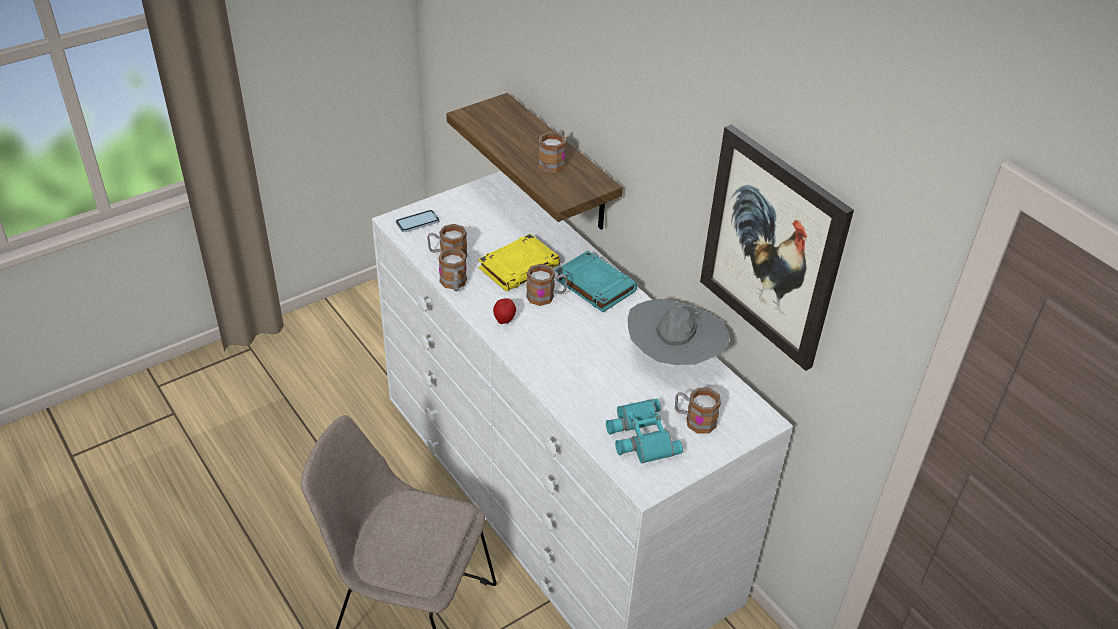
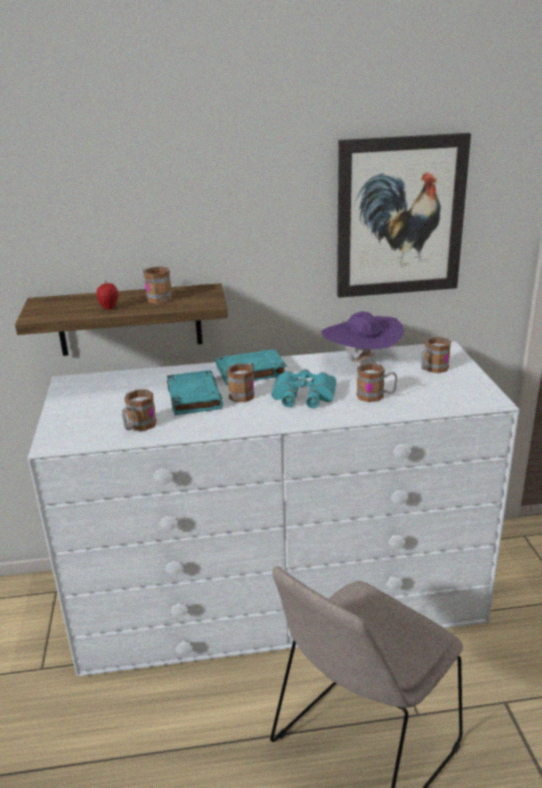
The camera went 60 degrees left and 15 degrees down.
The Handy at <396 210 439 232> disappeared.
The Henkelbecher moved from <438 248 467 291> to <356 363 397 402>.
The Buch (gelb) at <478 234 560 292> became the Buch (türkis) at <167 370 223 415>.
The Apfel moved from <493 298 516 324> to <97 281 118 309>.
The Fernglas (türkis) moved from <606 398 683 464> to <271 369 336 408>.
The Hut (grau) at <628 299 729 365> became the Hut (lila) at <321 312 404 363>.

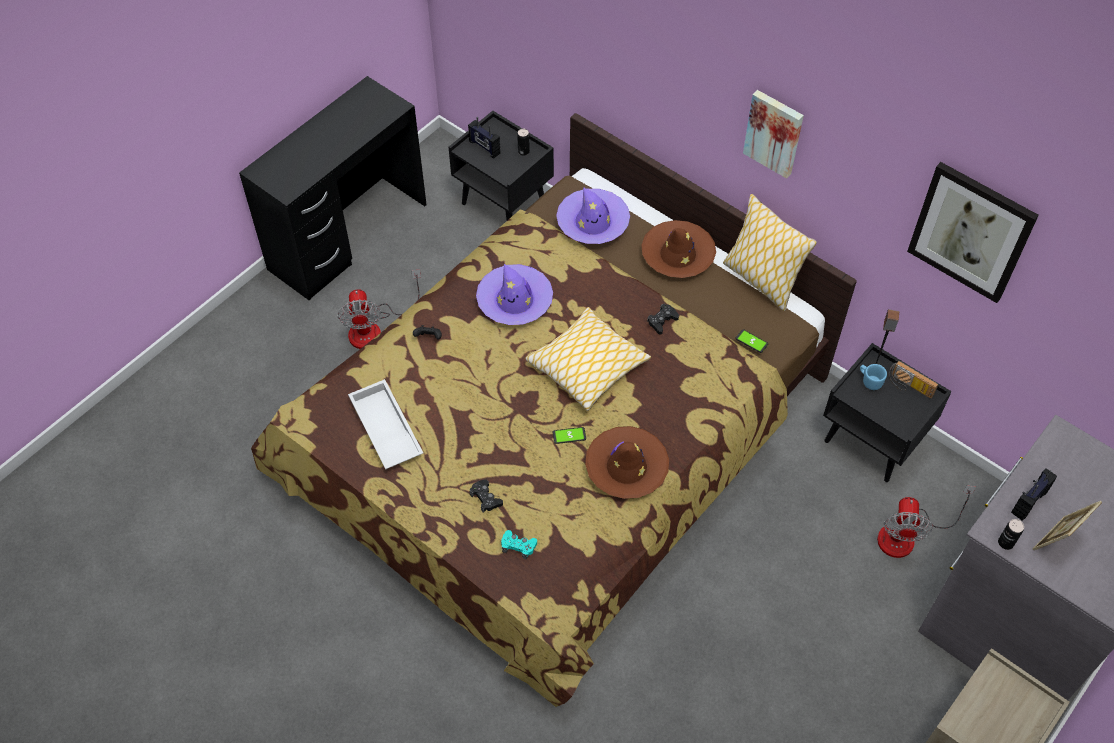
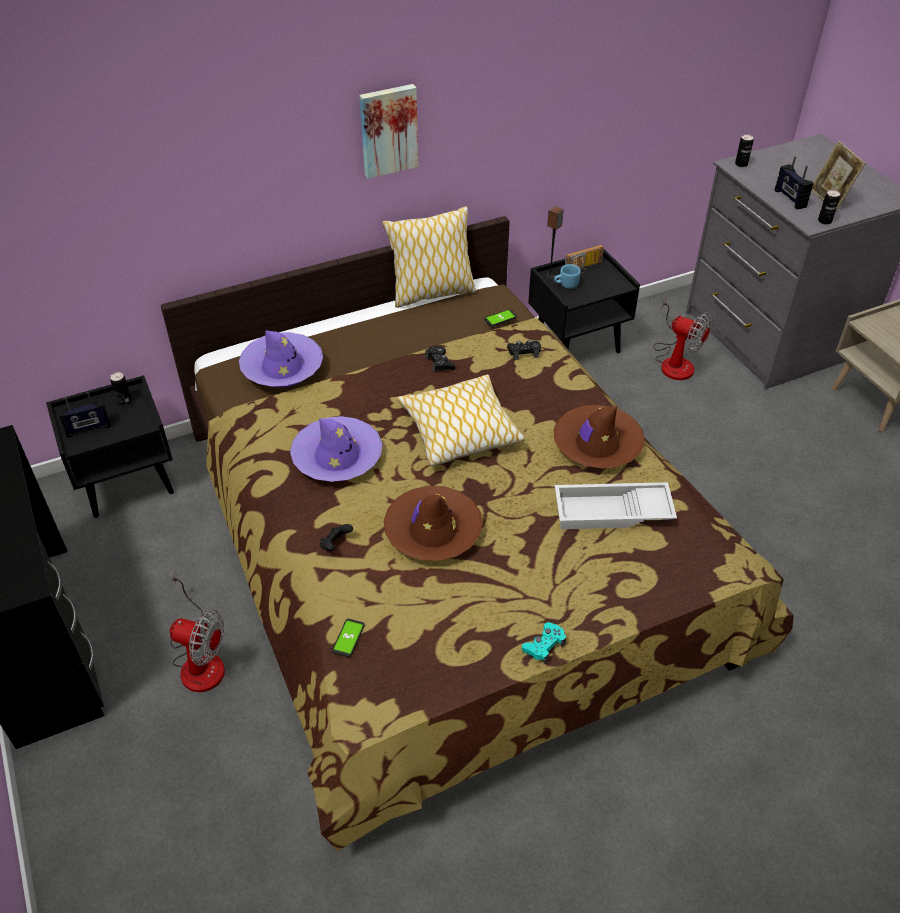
The camera went 65 degrees left and 10 degrees down.
The Tablett (weiß) moved from <348 379 423 470> to <555 482 677 529>.
The Gamepad (schwarz) moved from <470 480 503 513> to <507 340 541 360>.
The Gamepad (türkis) moved from <501 530 537 559> to <522 622 566 664>.
The Handy moved from <552 427 586 444> to <332 619 365 657>.
The Hut (braun) moved from <641 220 716 278> to <384 486 483 561>.
The Bild at <907 162 1039 303> disappeared.
The Dose at <735 134 754 167> appeared.

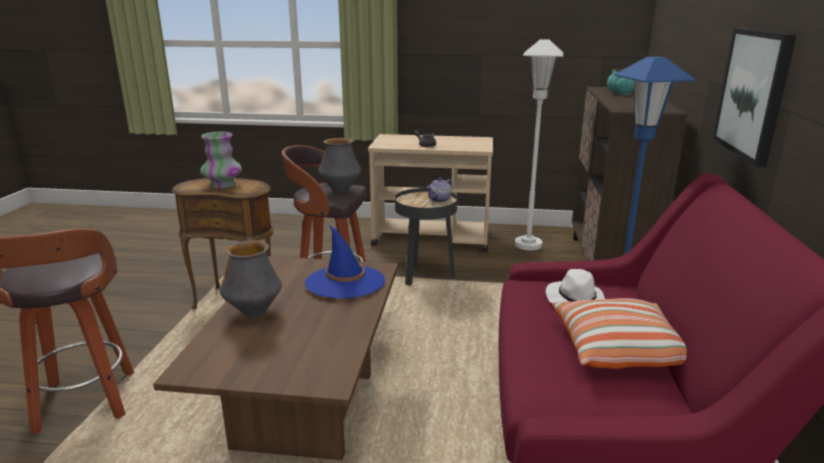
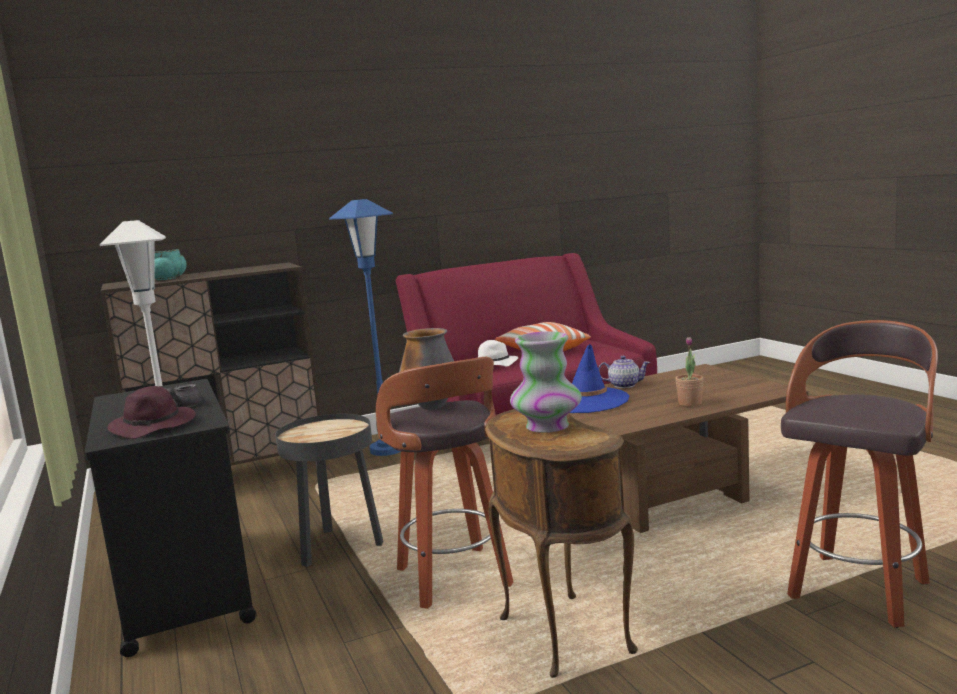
The camera went 120 degrees left and 10 degrees down.
The Vase at <220 240 282 317> was replaced by the Topfpflanze at <675 337 703 407>.
The Rollwagen (beige) at <368 134 493 252> became the Rollwagen (schwarz) at <85 379 257 657>.
The Teekanne moved from <426 178 453 202> to <598 356 650 388>.
The Bild at <713 28 797 167> disappeared.
The Hut (lila) at <108 386 196 439> appeared.

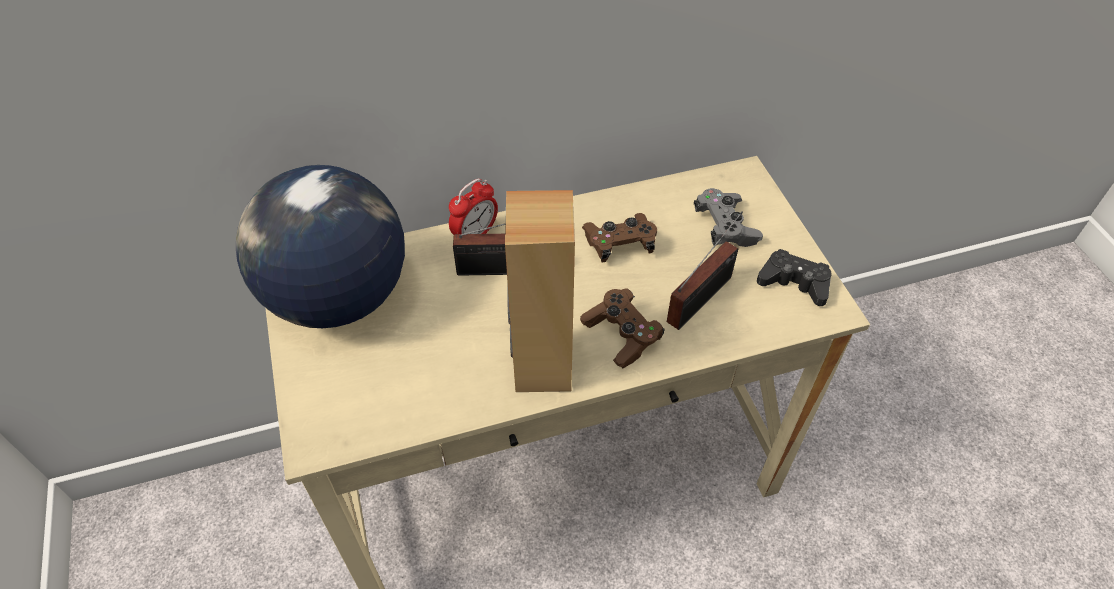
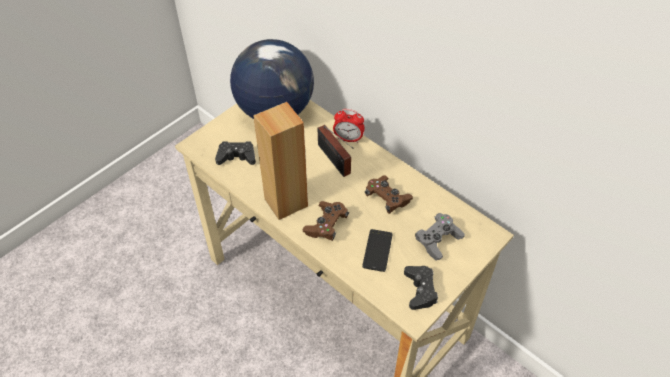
The camera went 60 degrees right and 0 degrees up.
The Radio at <667 211 743 330> was replaced by the Handy at <362 229 393 272>.
The Gamepad (schwarz) at <215 141 256 165> appeared.

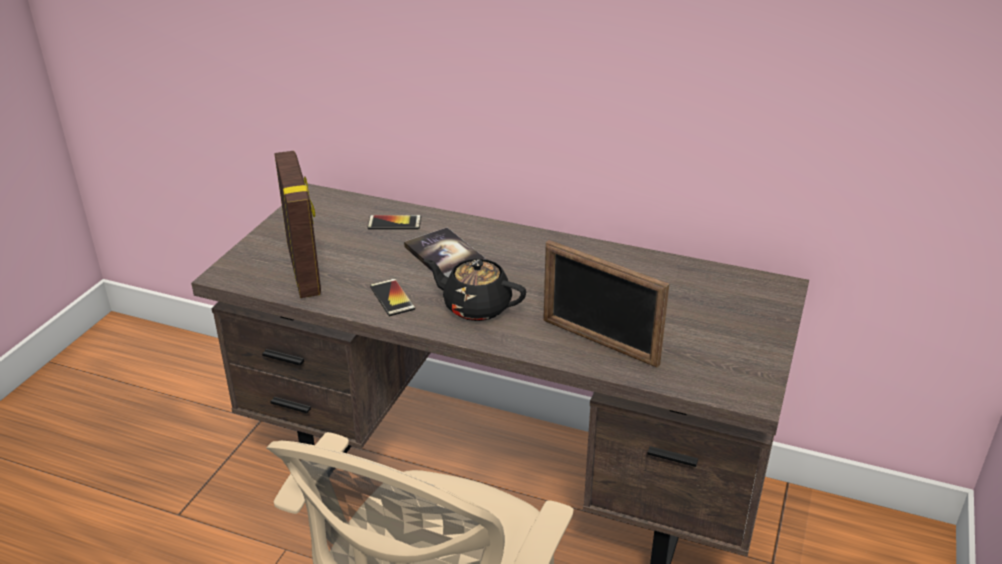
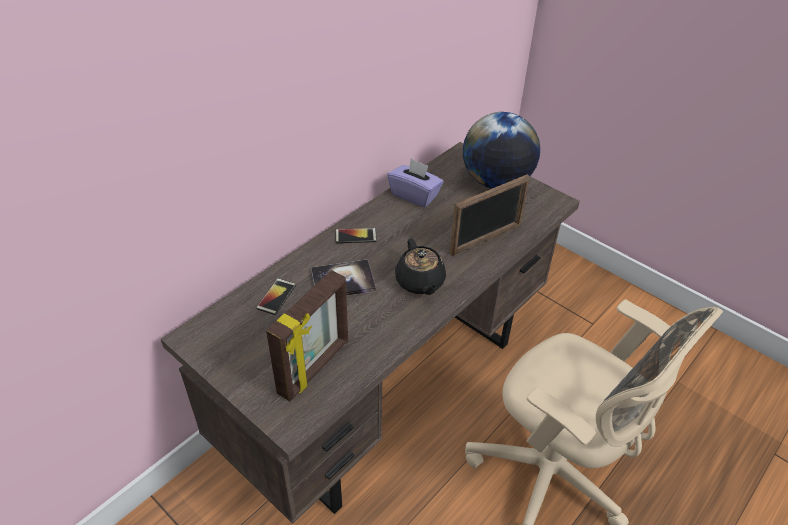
The camera went 70 degrees left and 10 degrees up.
The Bilderrahmen at <275 151 321 298> turned 120 degrees clockwise.
The Handy moved from <370 279 415 316> to <335 228 377 243>.
The Teekanne (schwarz) at <424 259 526 321> turned 60 degrees counterclockwise.
The Taschentuchbox (lila) at <388 159 443 207> appeared.
The Globus at <463 112 540 189> appeared.

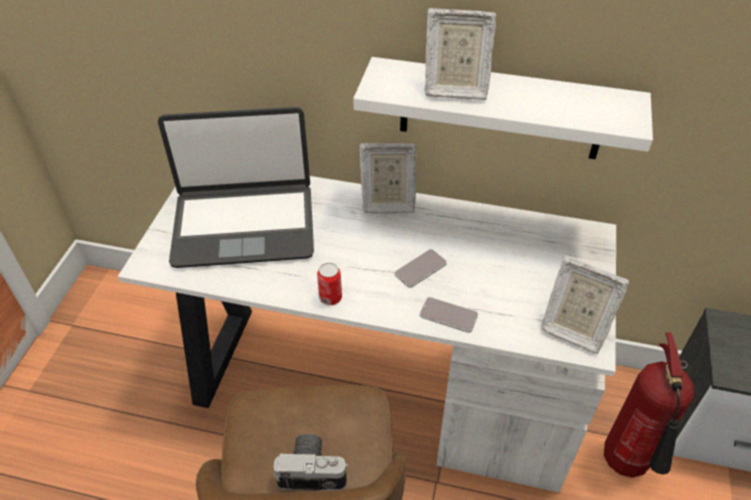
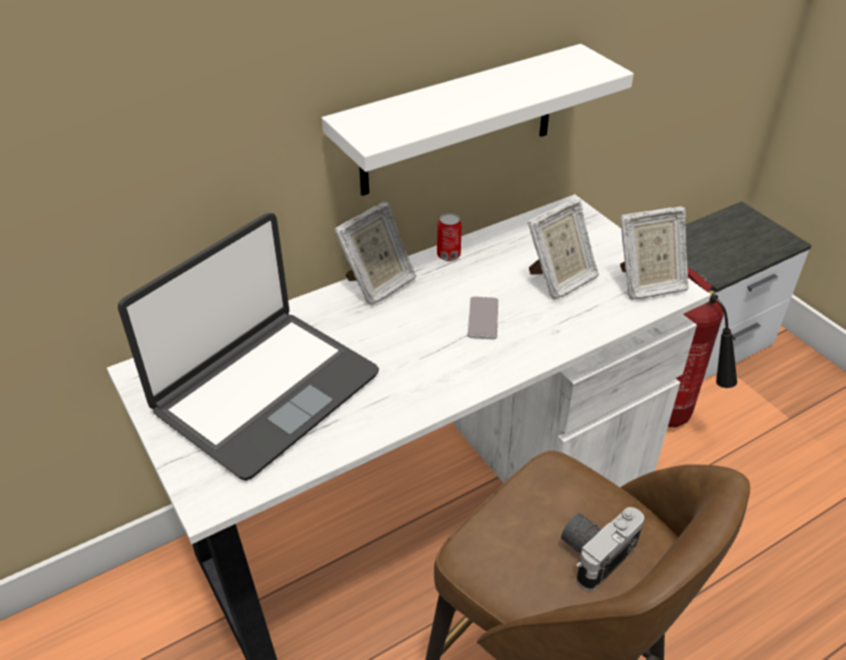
The camera went 45 degrees left and 5 degrees down.
The Dose moved from <317 262 342 305> to <437 213 462 261>.
The Handy at <420 297 478 333> disappeared.
The Bilderrahmen moved from <425 8 496 100> to <528 198 599 300>.

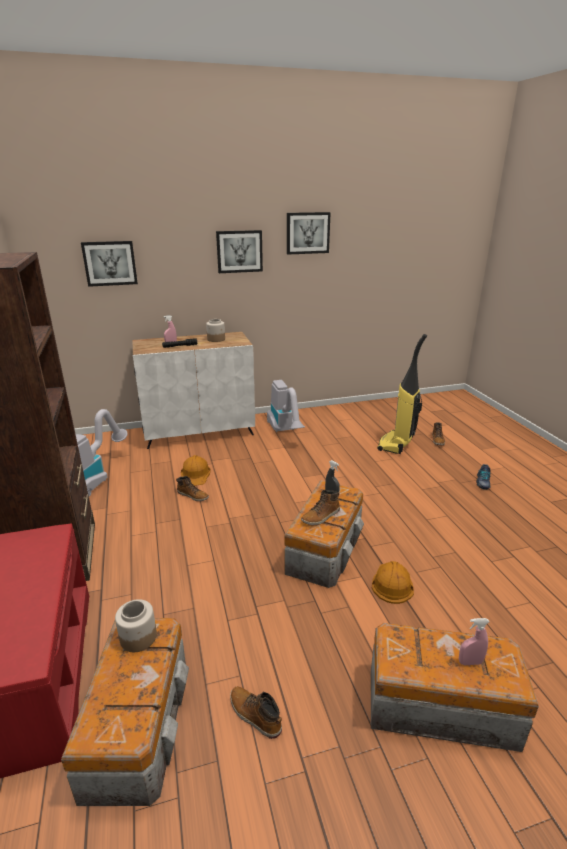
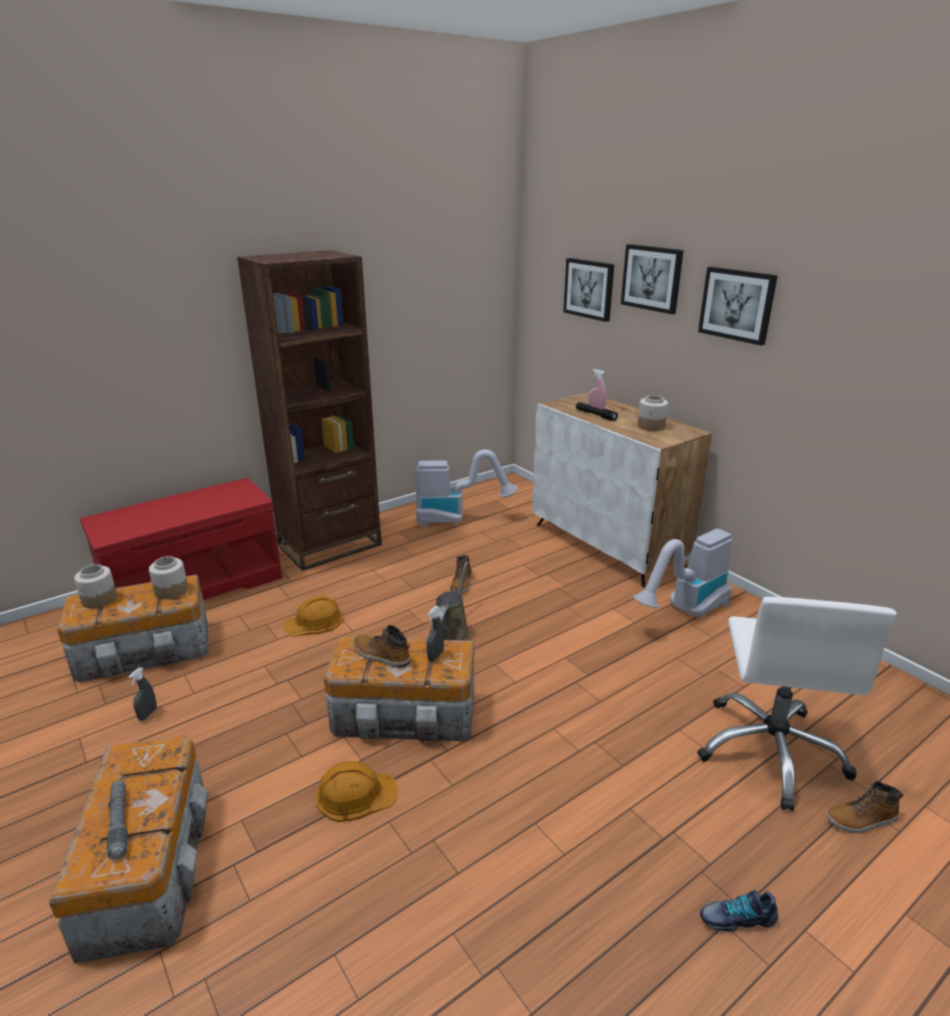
The camera went 70 degrees right and 0 degrees up.
The Schutzhelm (orange) moved from <181 455 210 486> to <284 596 344 637>.
The Stiefel at <230 686 282 739> was replaced by the Sprühflasche (grau) at <128 668 157 721>.
The Bild moved from <287 212 331 255> to <621 244 684 314>.
The Staubsauger at <377 334 427 454> was replaced by the Bürostuhl (weiß) at <698 597 897 811>.
The Sprühflasche (rosa) at <459 618 489 665> was replaced by the Taschenlampe (grau) at <107 781 128 860>.
The Vorratsglas at <74 564 117 608> appeared.
The Gießkanne (braun) at <429 561 470 641> appeared.

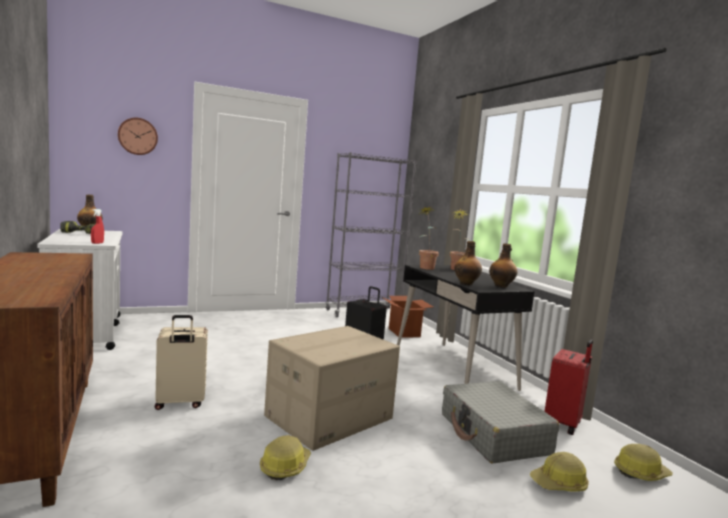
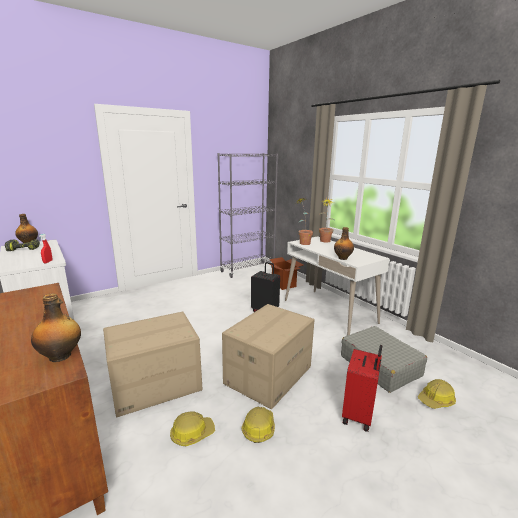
The camera went 10 degrees left and 10 degrees up.
The Wanduhr at <118 118 158 155> disappeared.
The Koffer (beige) at <155 315 208 410> was replaced by the Karton at <103 312 202 417>.
The Schreibtisch (schwarz) at <397 265 534 391> became the Schreibtisch (weiß) at <285 237 390 336>.
The Flasche moved from <489 243 517 288> to <31 293 81 362>.
The Koffer (rot) moved from <545 339 593 435> to <342 345 382 432>.
The Schutzhelm moved from <614 444 673 481> to <170 411 215 446>.

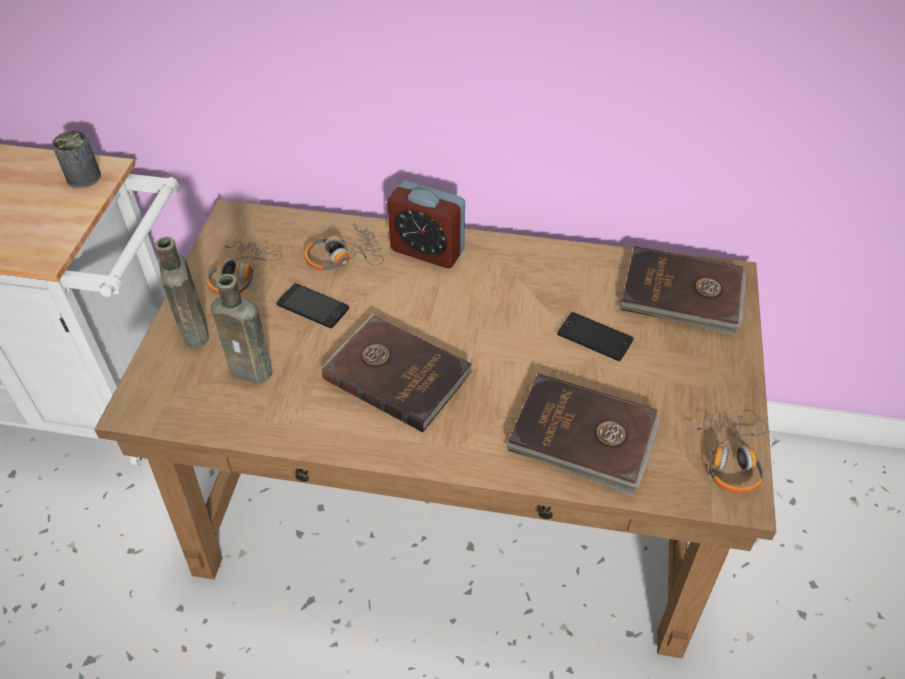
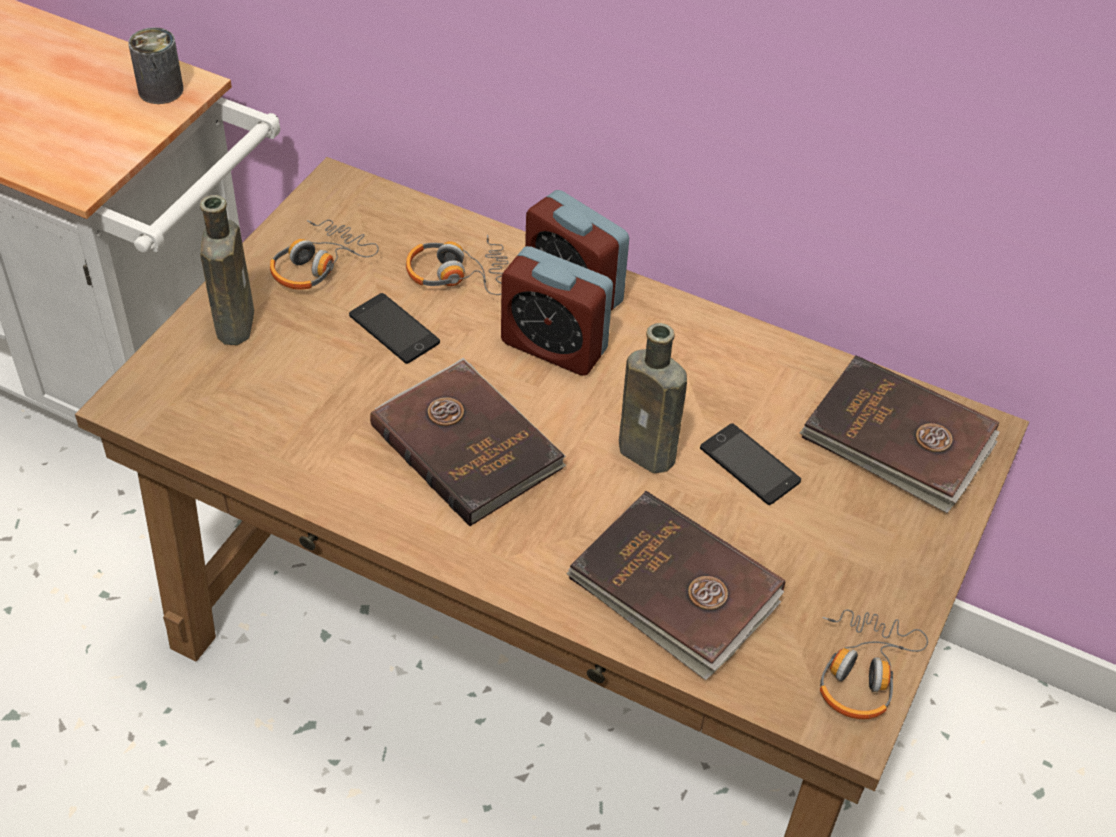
The camera went 15 degrees right and 0 degrees up.
The Flasche (braun) moved from <211 274 273 384> to <619 323 687 473>.
The Wecker at <501 246 613 376> appeared.

